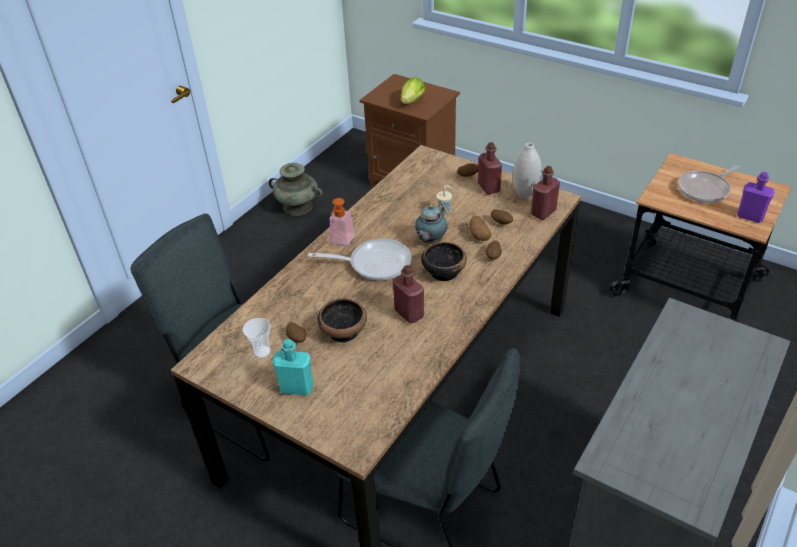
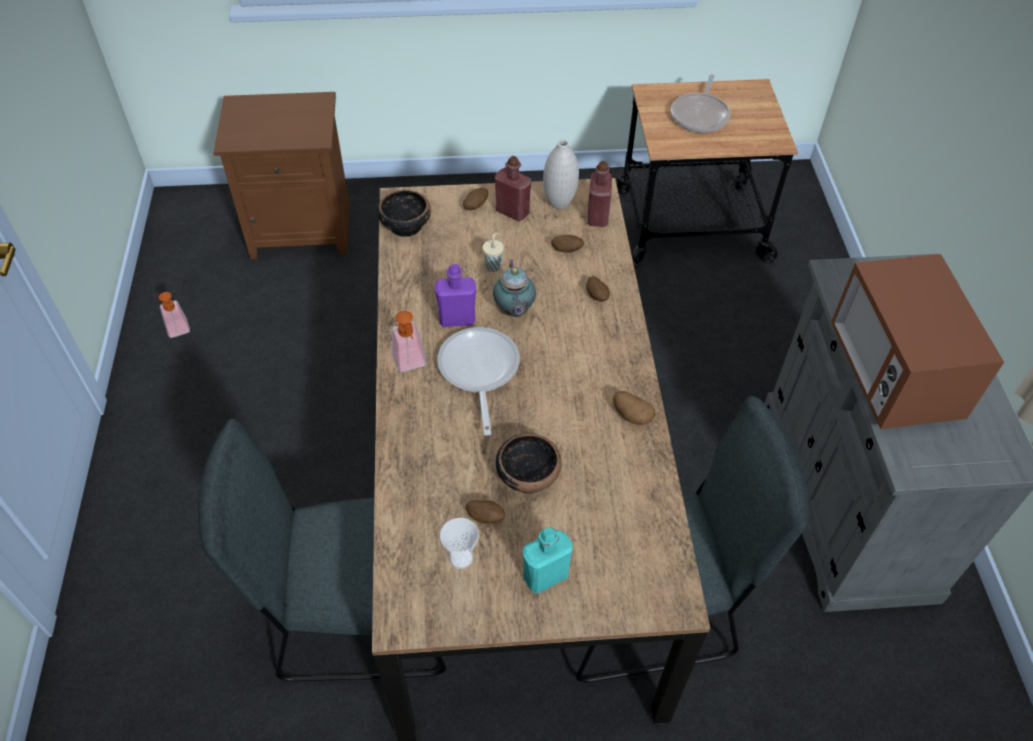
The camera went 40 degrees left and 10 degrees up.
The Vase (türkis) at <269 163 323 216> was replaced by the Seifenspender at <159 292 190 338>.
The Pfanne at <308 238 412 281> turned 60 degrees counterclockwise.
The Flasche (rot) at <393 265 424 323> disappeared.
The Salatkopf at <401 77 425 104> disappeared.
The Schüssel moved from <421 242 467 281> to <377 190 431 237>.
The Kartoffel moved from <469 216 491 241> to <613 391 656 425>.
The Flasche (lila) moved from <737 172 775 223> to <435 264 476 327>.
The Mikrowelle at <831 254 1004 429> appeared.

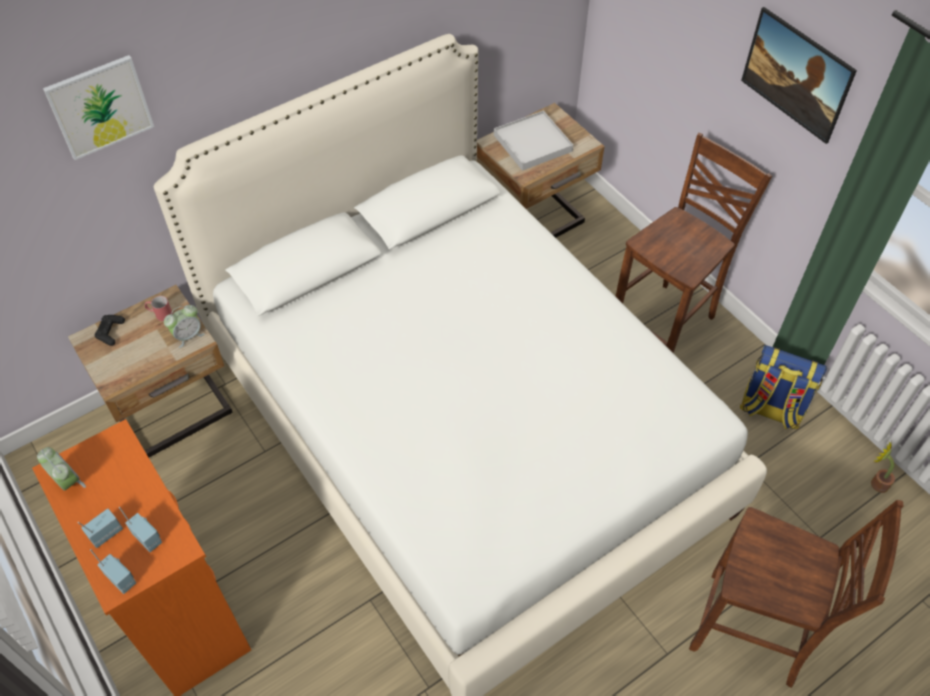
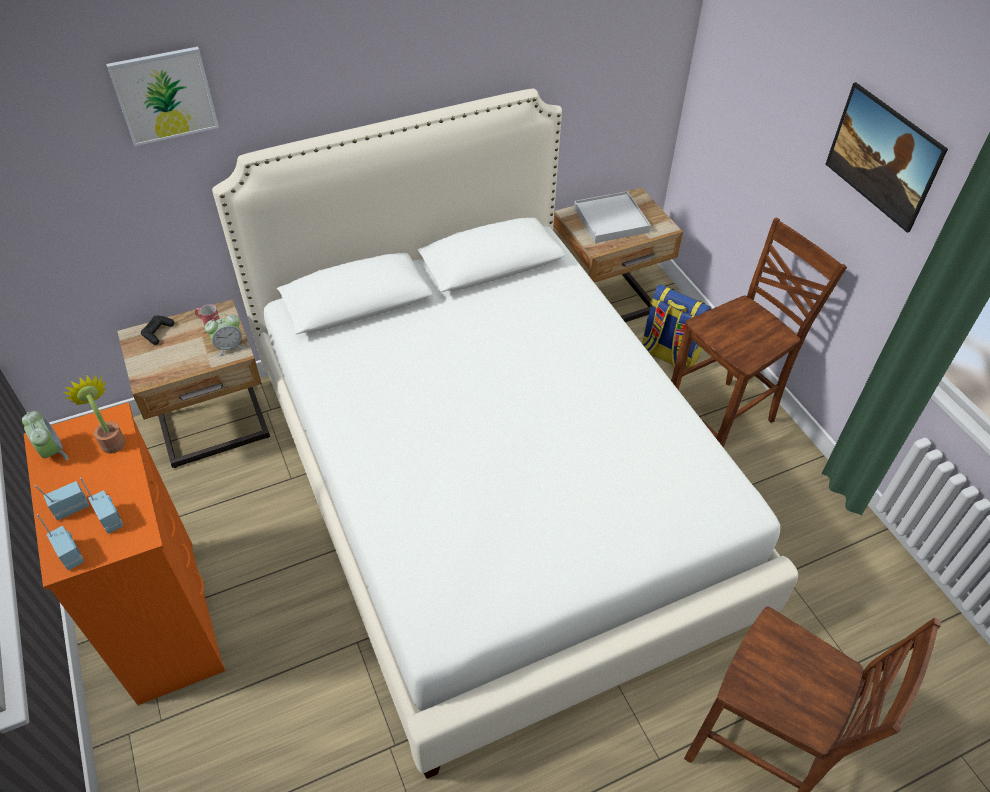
The camera went 10 degrees right and 5 degrees down.
The Rucksack moved from <740 345 827 429> to <642 284 712 370>.
The Topfpflanze moved from <871 442 895 493> to <64 375 126 454>.

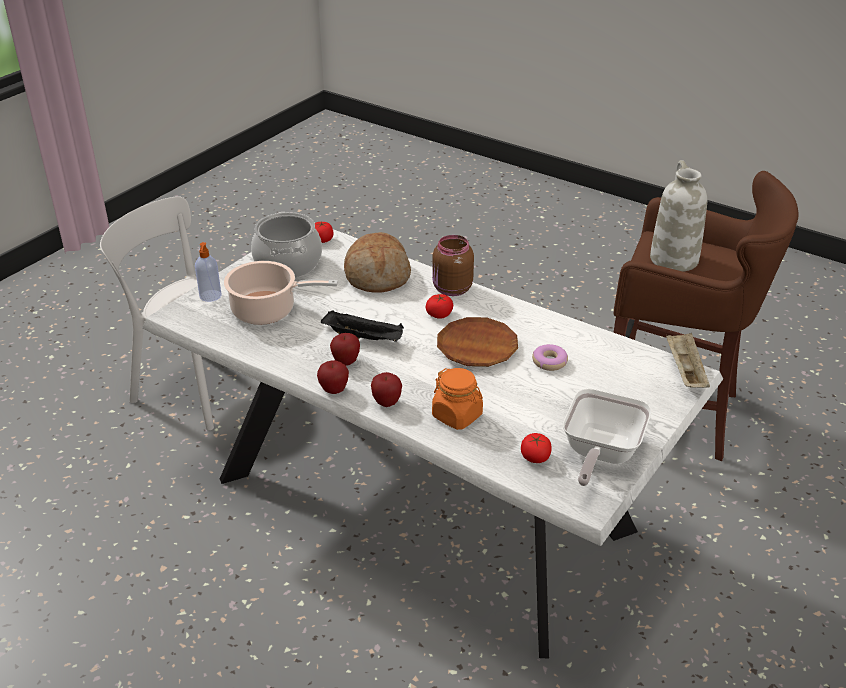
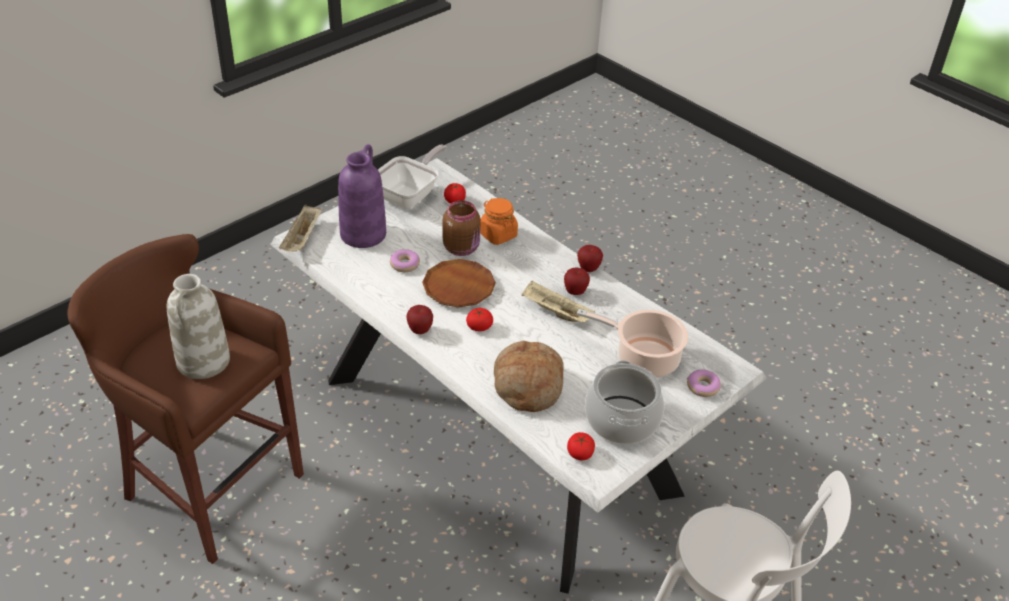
The camera went 170 degrees left and 5 degrees up.
The Seifenspender at <195 242 222 302> was replaced by the Donut at <687 370 721 397>.
The Tablett (schwarz) at <321 310 404 342> became the Tablett (beige) at <521 281 595 322>.
The Apfel moved from <371 372 402 407> to <406 305 433 334>.
The Vorratsglas (braun) moved from <432 235 474 296> to <443 200 481 256>.
The Vase (lila) at <338 144 386 248> appeared.

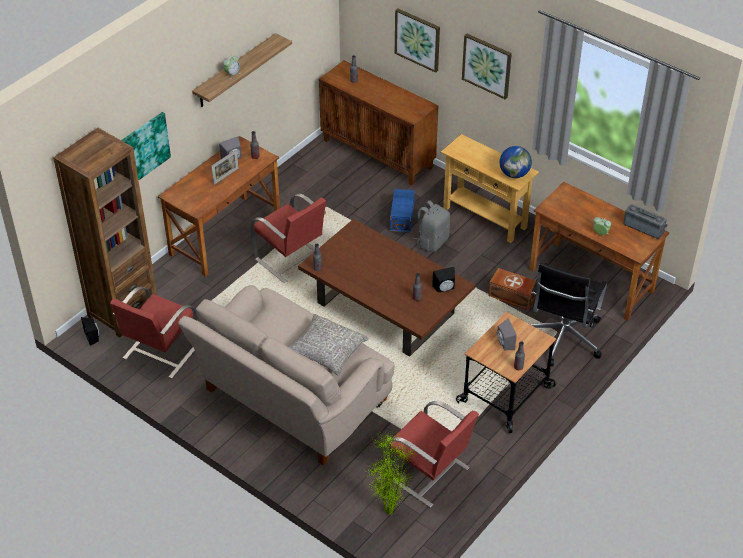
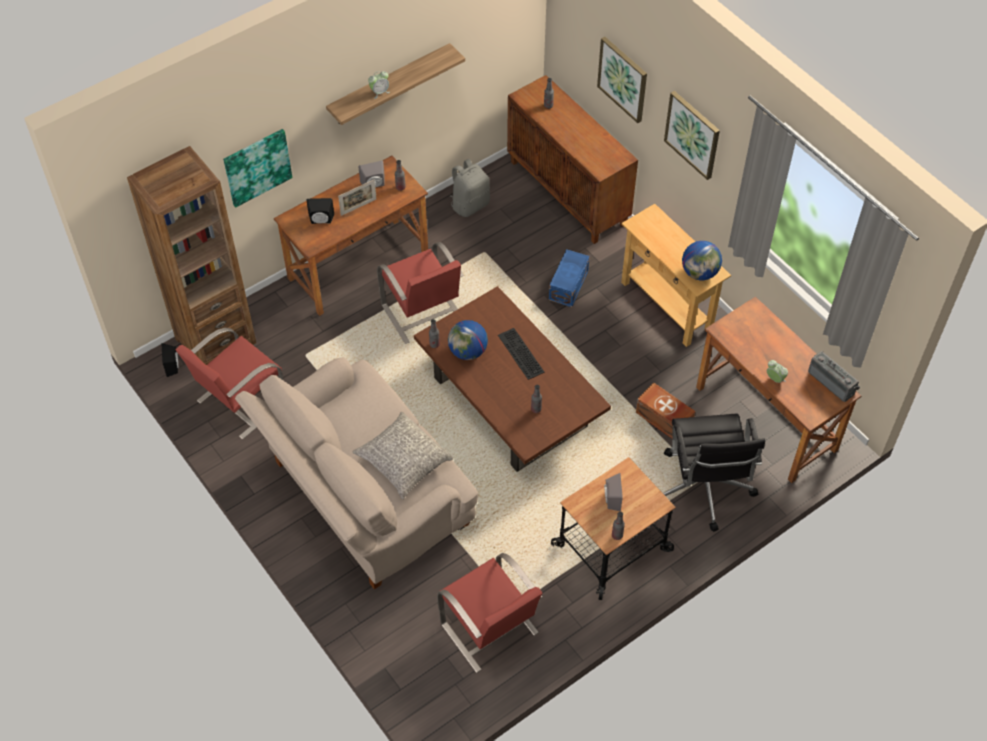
The camera went 15 degrees right and 10 degrees up.
The Topfpflanze at <365 432 416 515> disappeared.
The Rucksack (grau) moved from <412 200 450 252> to <450 159 490 217>.
The Lautsprecher (schwarz) moved from <432 267 455 293> to <306 198 334 224>.
The Bürostuhl (schwarz) at <530 263 607 366> turned 45 degrees counterclockwise.
The Globus at <448 320 488 360> appeared.
The Tastatur at <498 328 545 380> appeared.

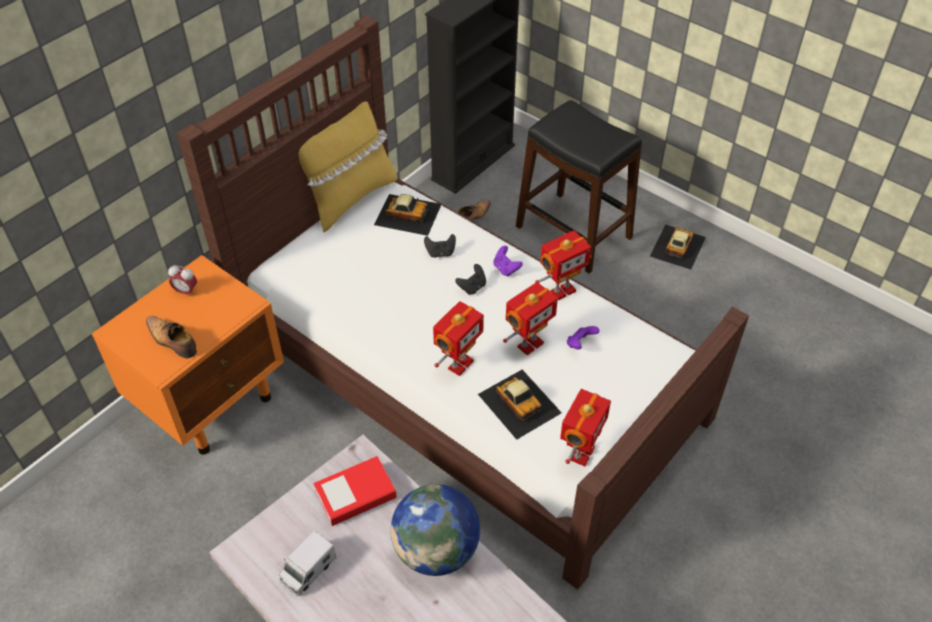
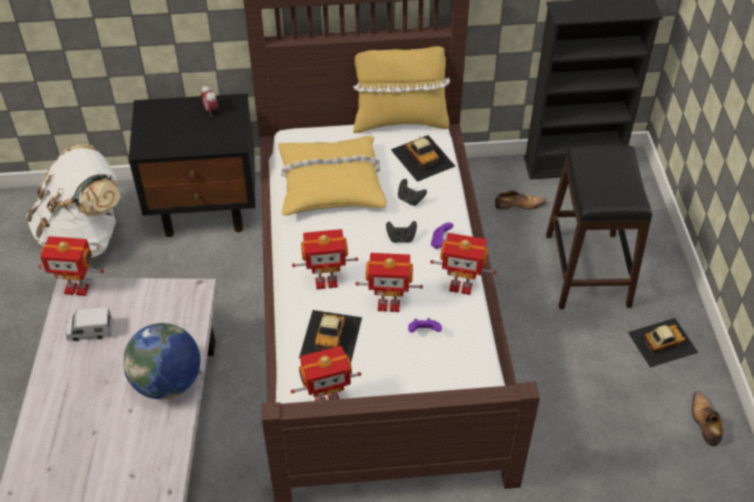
The camera went 45 degrees right and 0 degrees up.
The Nachttisch (orange) at <92 255 284 455> became the Nachttisch (schwarz) at <129 93 256 237>.
The Schuh moved from <146 316 197 358> to <692 391 723 446>.
The Buch at <314 456 397 526> disappeared.
The Rucksack (weiß) at <27 144 121 257> appeared.
The Spielzeugroboter at <38 236 104 296> appeared.
The Kissen (gelb) at <278 136 387 215> appeared.

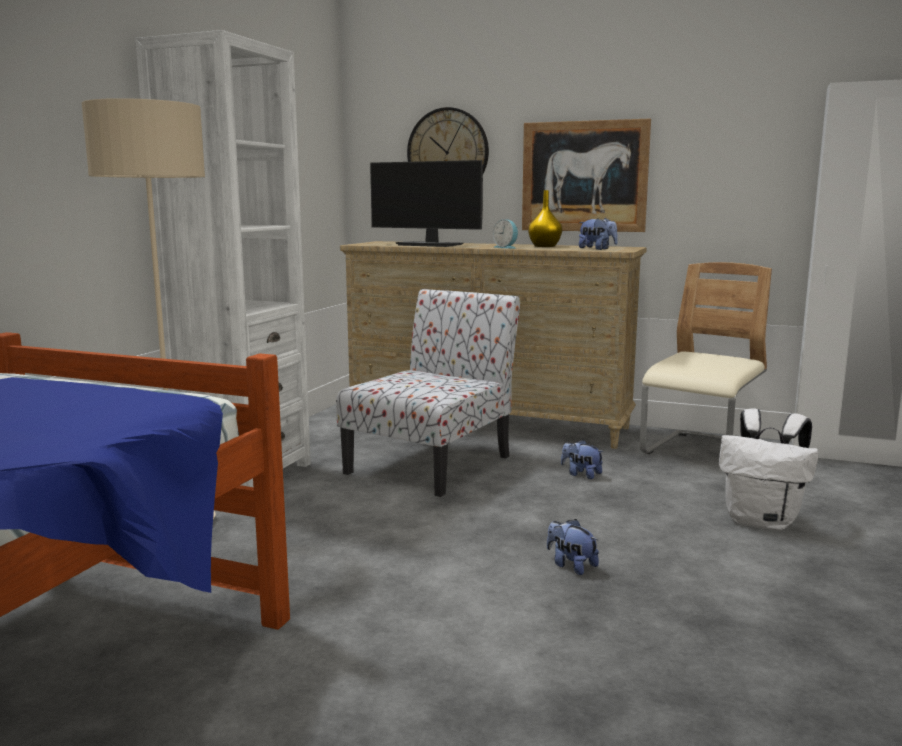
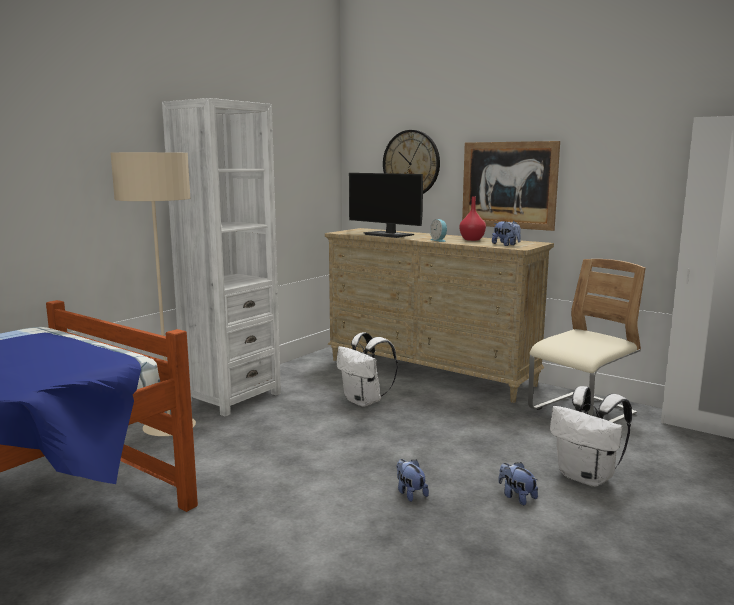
The camera went 15 degrees right and 0 degrees up.
The Stuhl at <336 289 520 497> was replaced by the Rucksack (weiß) at <337 332 398 407>.
The Vase (gelb) at <528 190 562 247> became the Vase (rot) at <459 196 486 241>.
The Plüschtier moved from <561 440 604 479> to <499 462 538 505>.

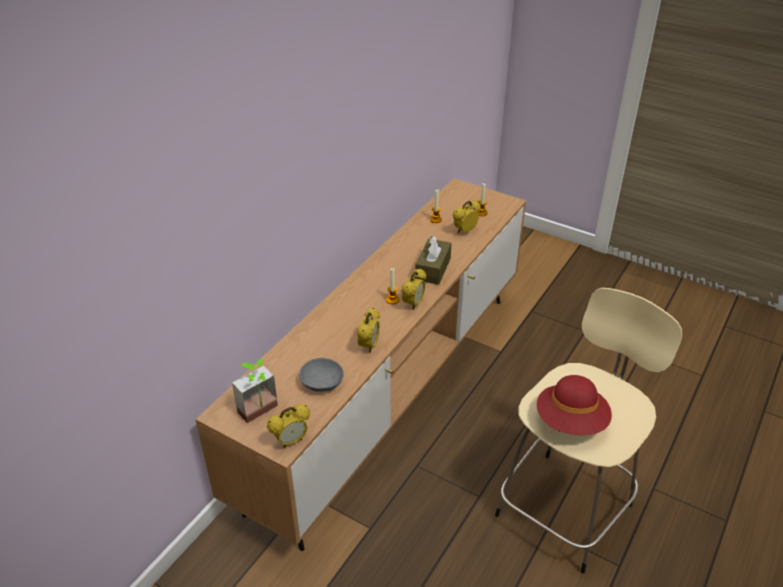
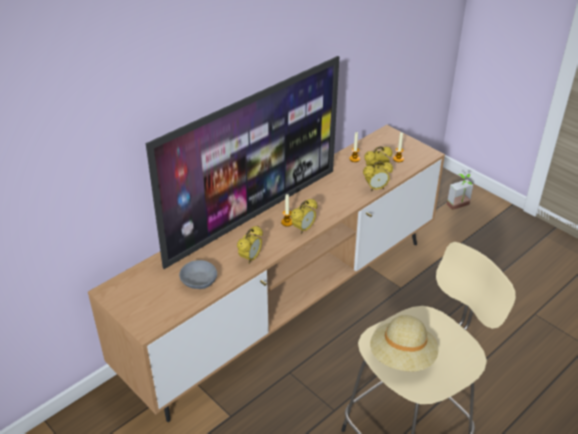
The camera went 15 degrees right and 0 degrees up.
The Topfpflanze moved from <232 359 278 423> to <447 174 473 210>.
The Wecker moved from <267 404 310 448> to <363 161 393 191>.
The Taschentuchbox (braun) at <415 236 452 285> disappeared.
The Hut (rot) at <537 375 612 435> became the Hut (beige) at <370 315 439 372>.
The Fernseher at <146 56 339 269> appeared.

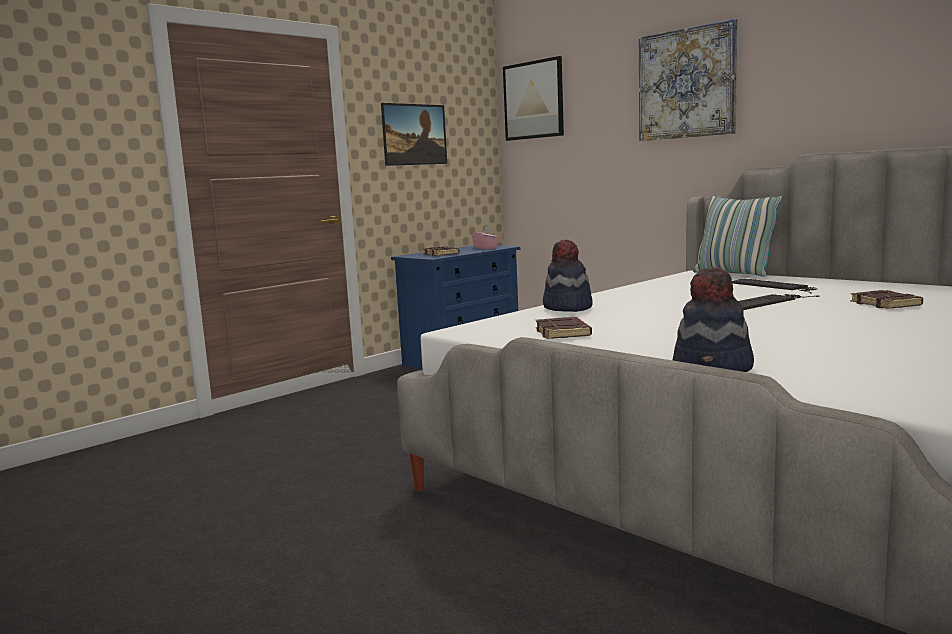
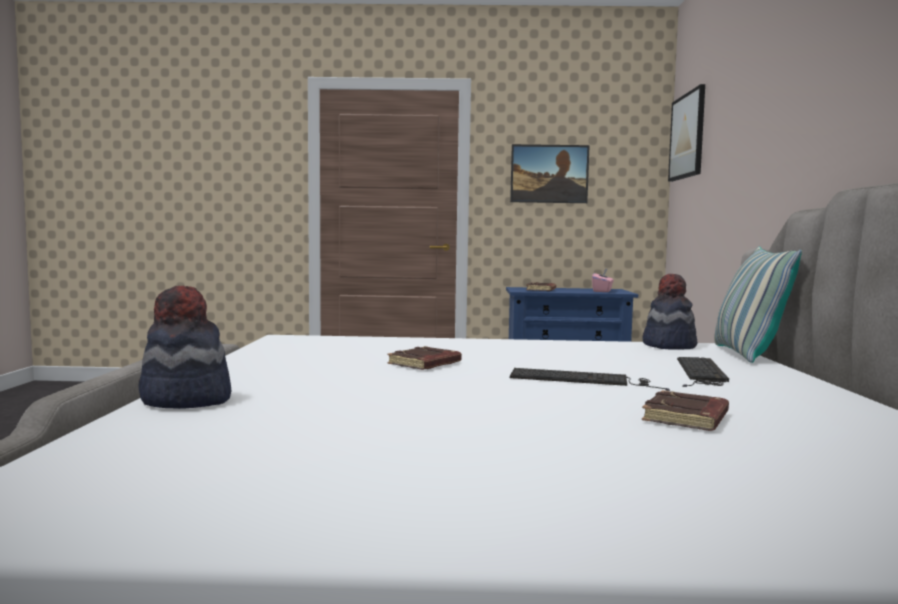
The camera went 45 degrees right and 5 degrees down.
The Buch (braun) moved from <535 317 592 339> to <387 346 462 370>.
The Hut moved from <543 240 592 312> to <642 274 697 350>.
The Bild at <639 19 737 141> disappeared.

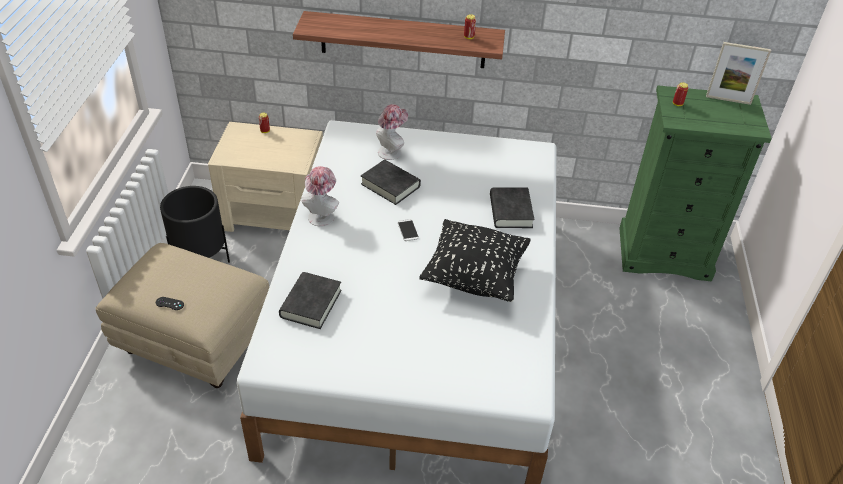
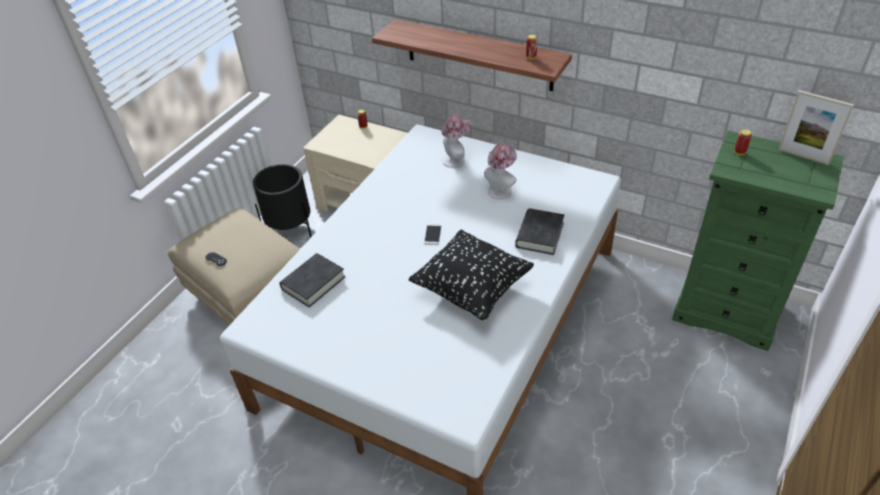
The camera went 25 degrees right and 0 degrees up.
The Hut moved from <302 166 339 227> to <484 143 517 199>.
The Buch (schwarz) at <361 160 421 205> disappeared.

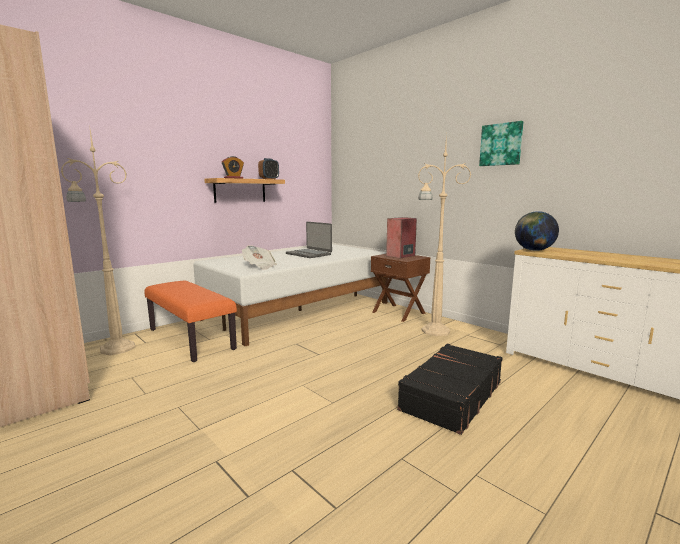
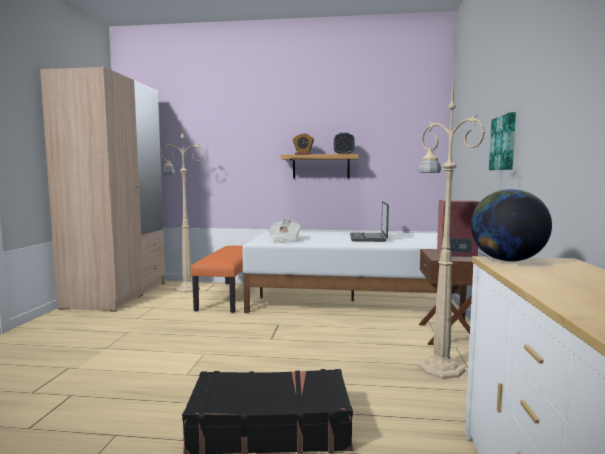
The camera went 50 degrees right and 5 degrees down.
The Bild moved from <479 121 524 166> to <489 112 516 170>.

